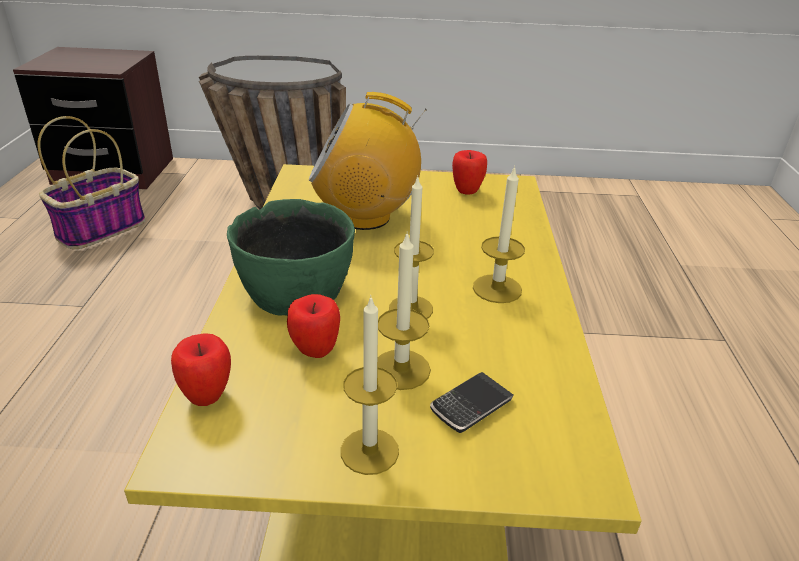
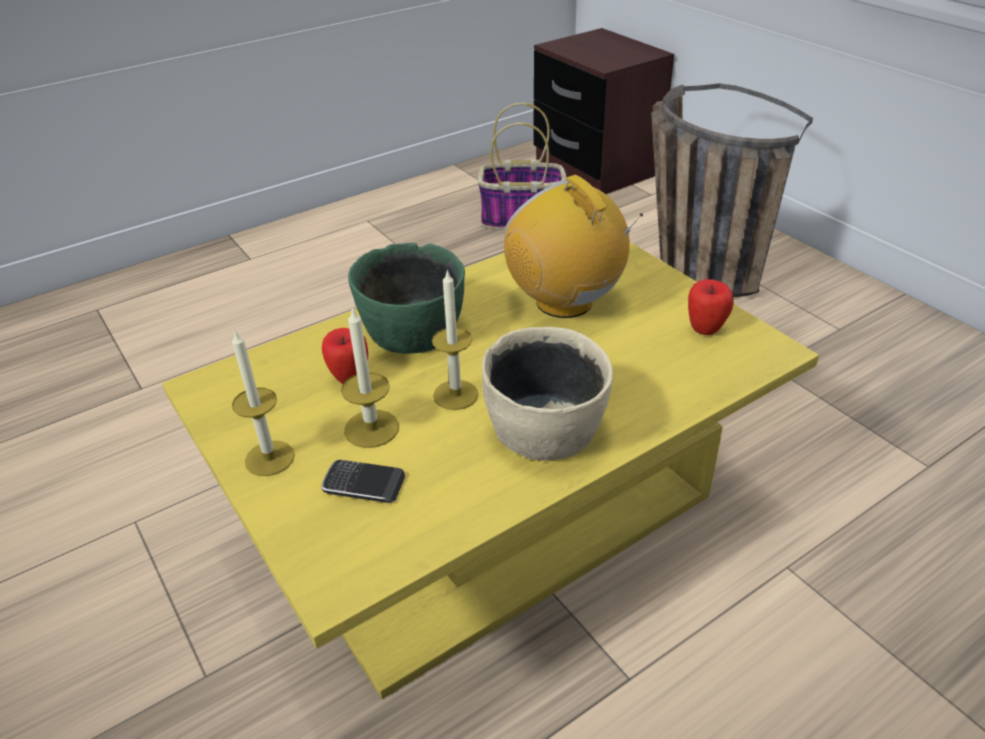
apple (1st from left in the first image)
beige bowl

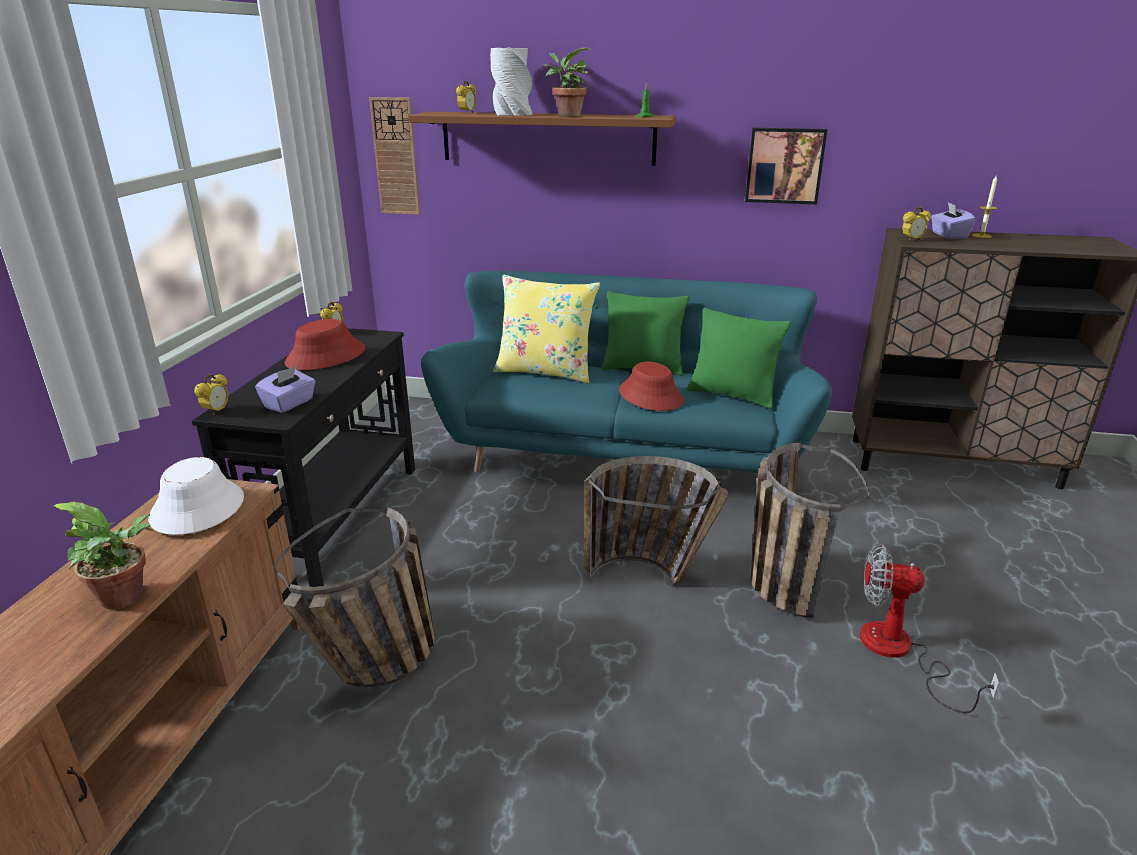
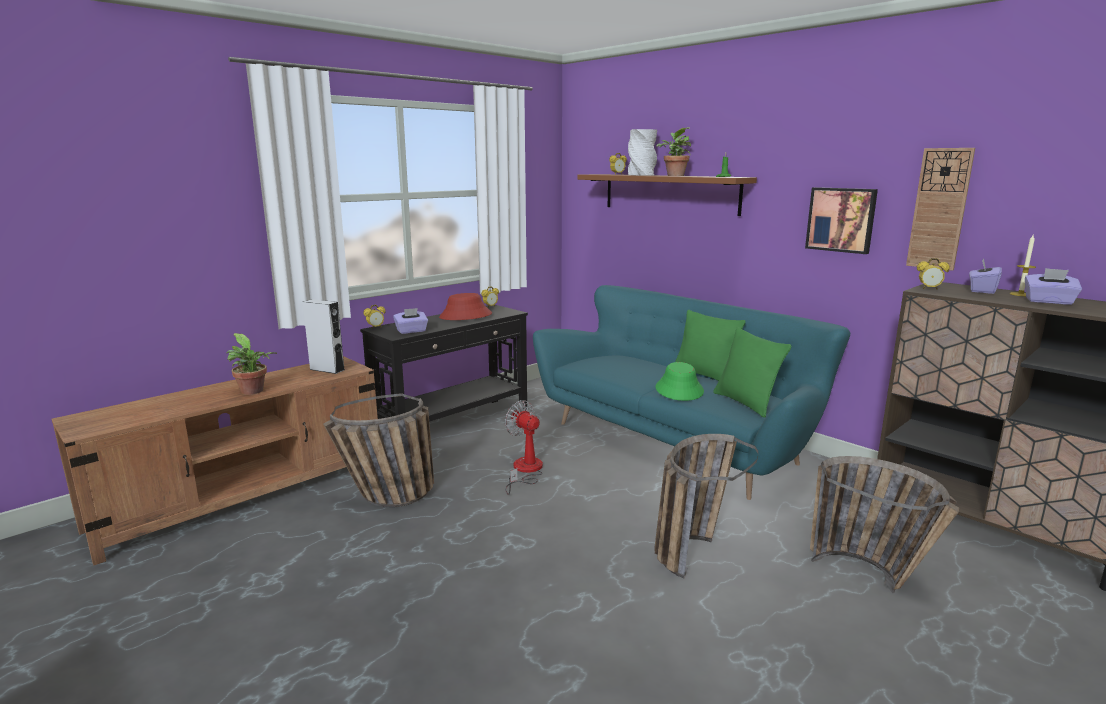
grey speaker
clock on the wall
yellowish throw pillow
storage basket (3rd from left)
green-coloured wearable hat
fan
purple-coloured tissue box (3rd from left)

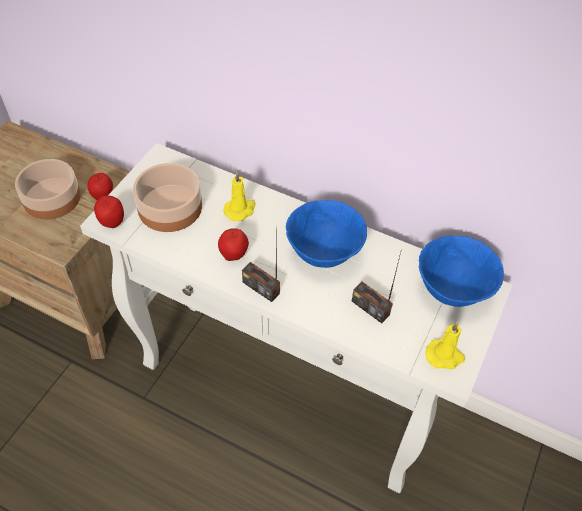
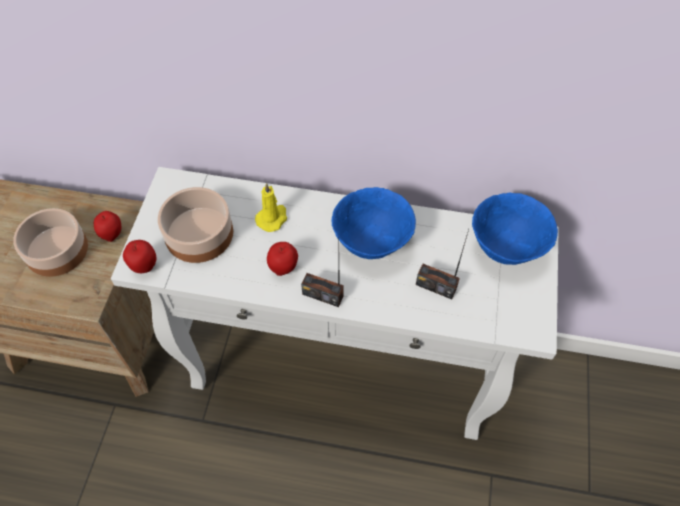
yellowish wax candle (2nd from left in the first image)

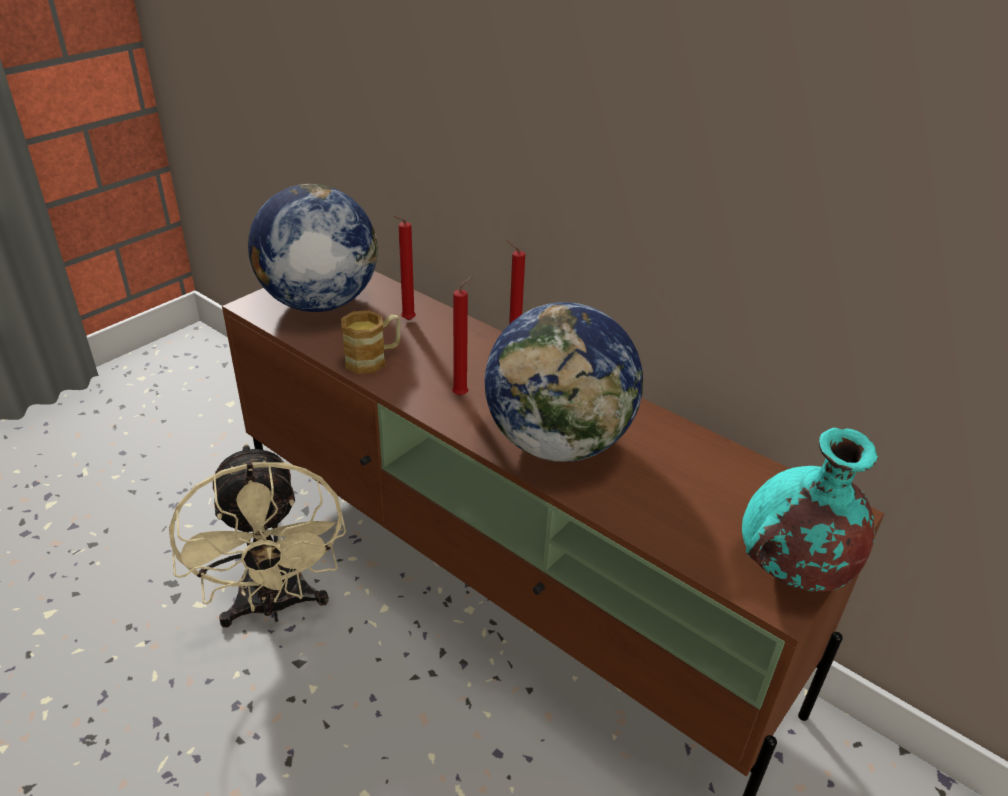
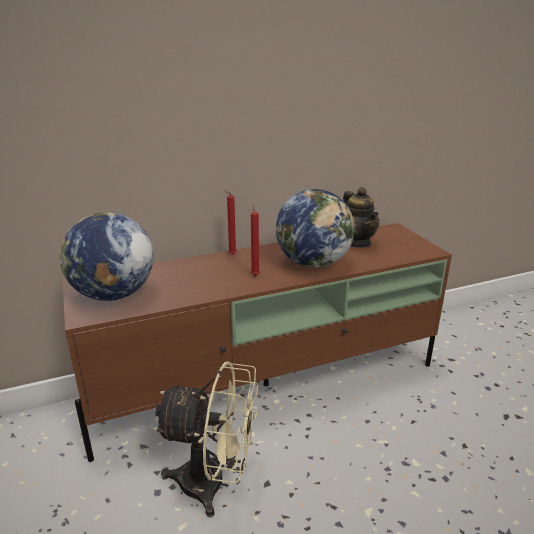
mug
reddish wax candle (1st from left in the first image)
turquoise-coloured decorative vase
teapot

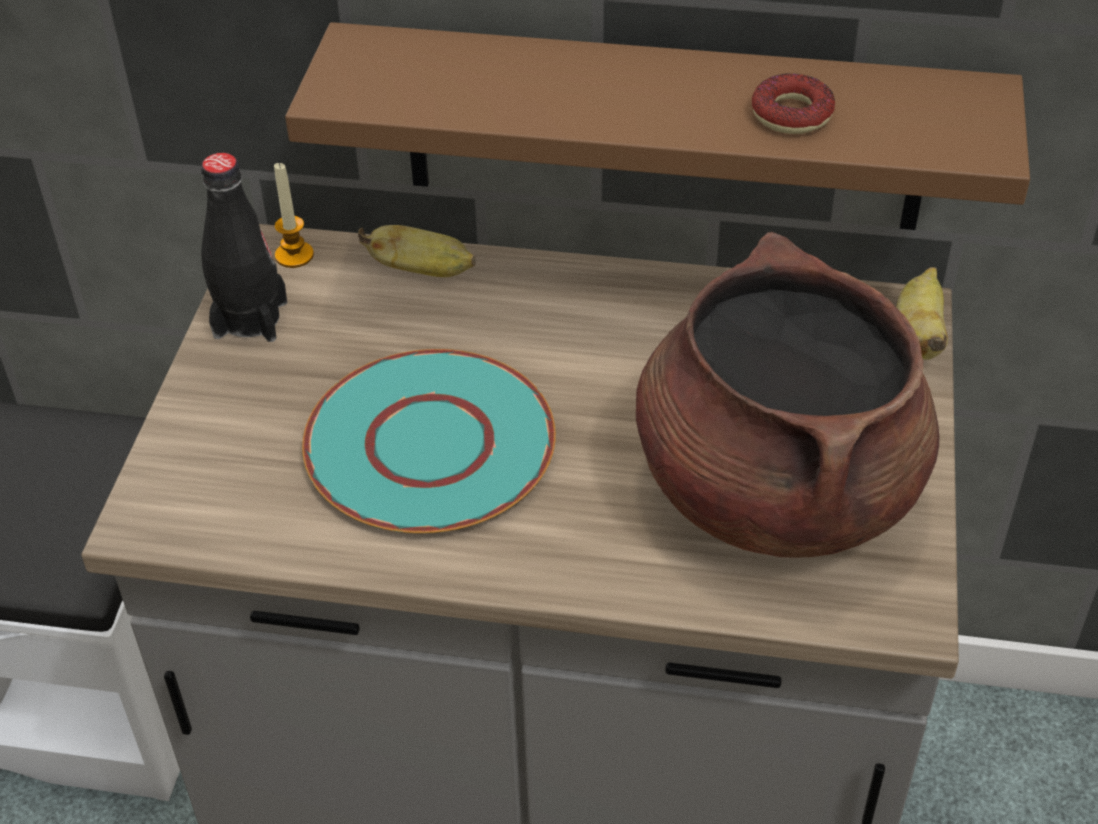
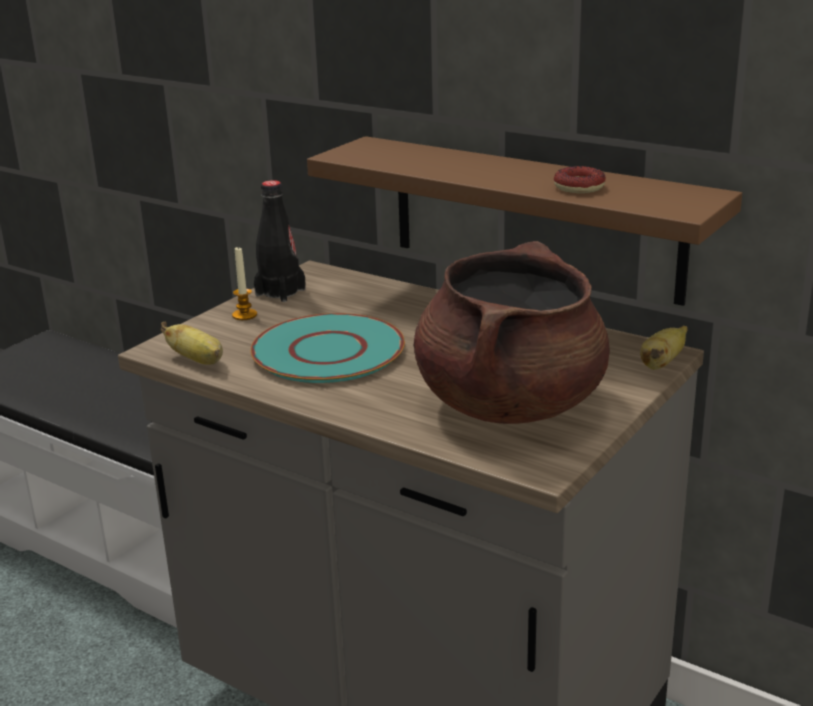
wax candle
banana (1st from left)

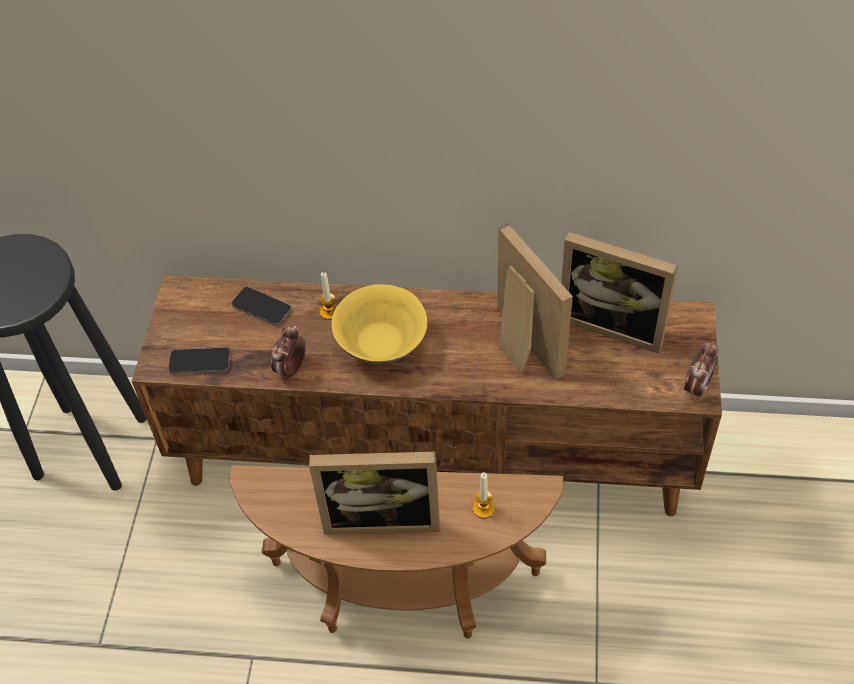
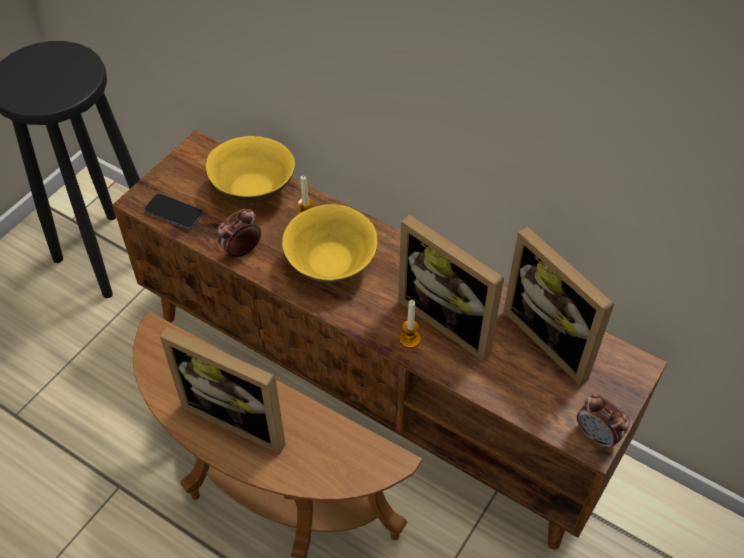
yellowish bowl (1st from left)
wax candle (2nd from left)
picture frame (2nd from left)
bedside clock (2nd from left)

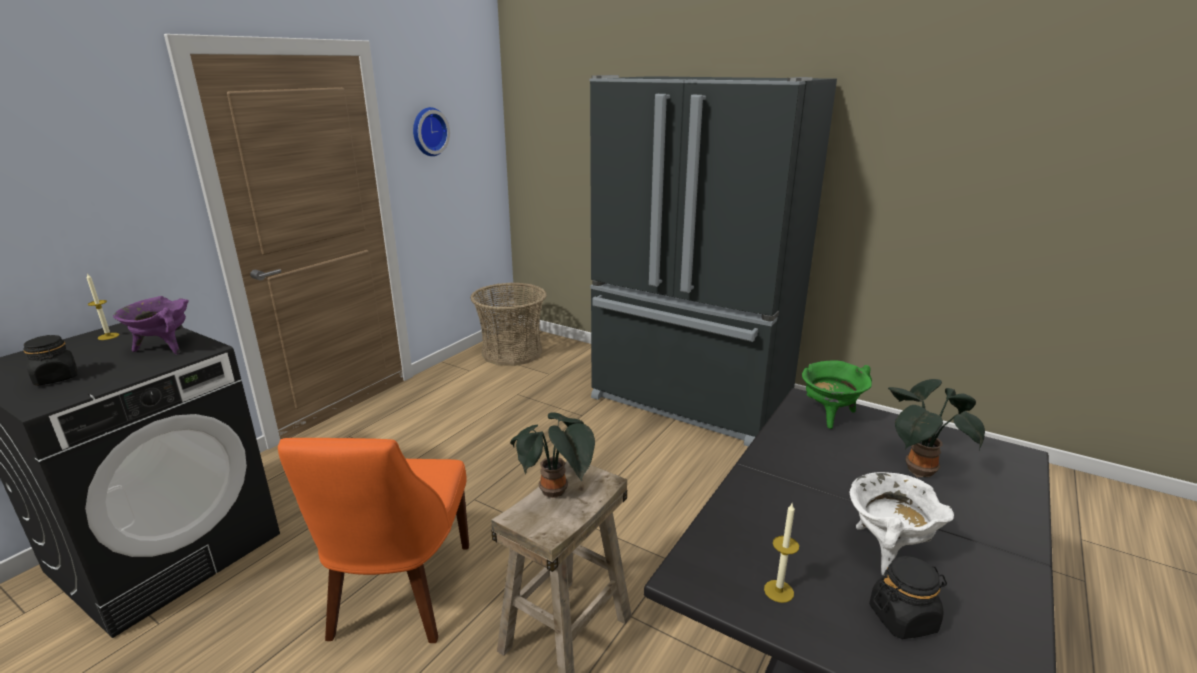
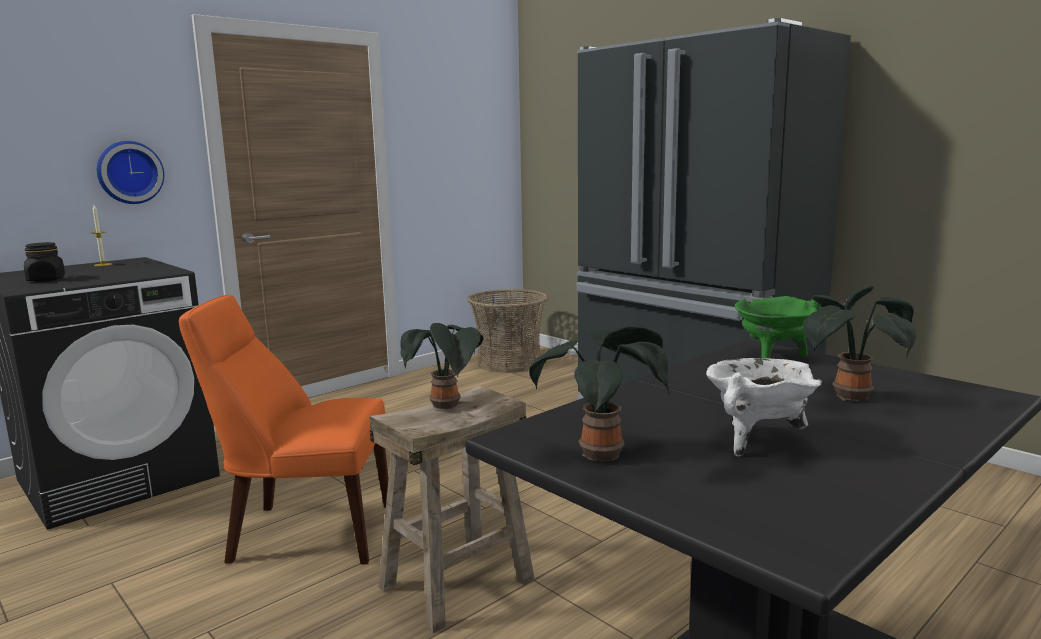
purple-coloured saucepot
orangey chair
clock on the wall
houseplant (2nd from left)
blackish preserve jar (2nd from left in the first image)

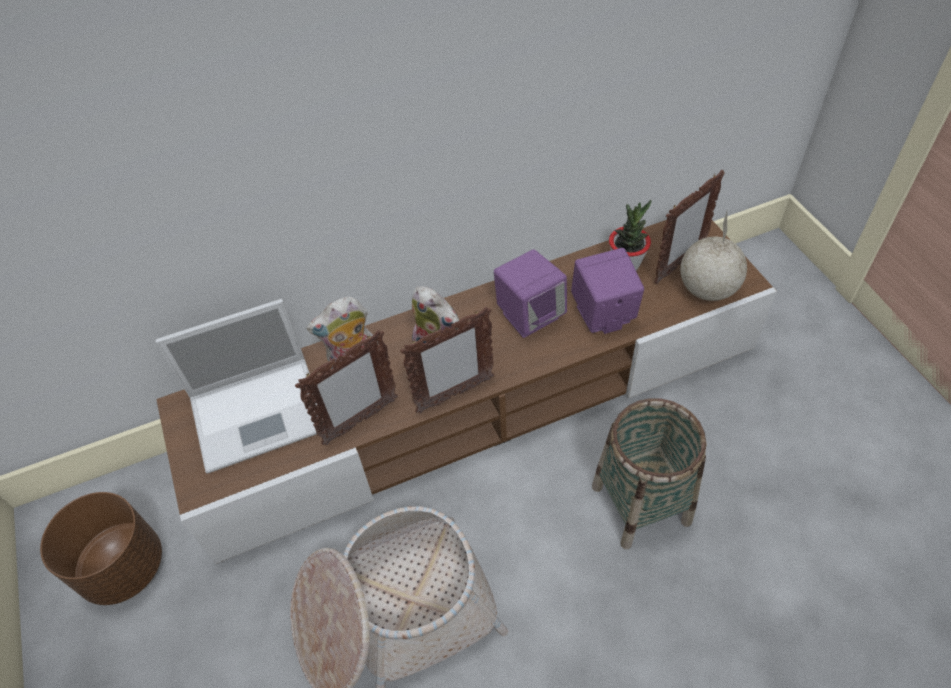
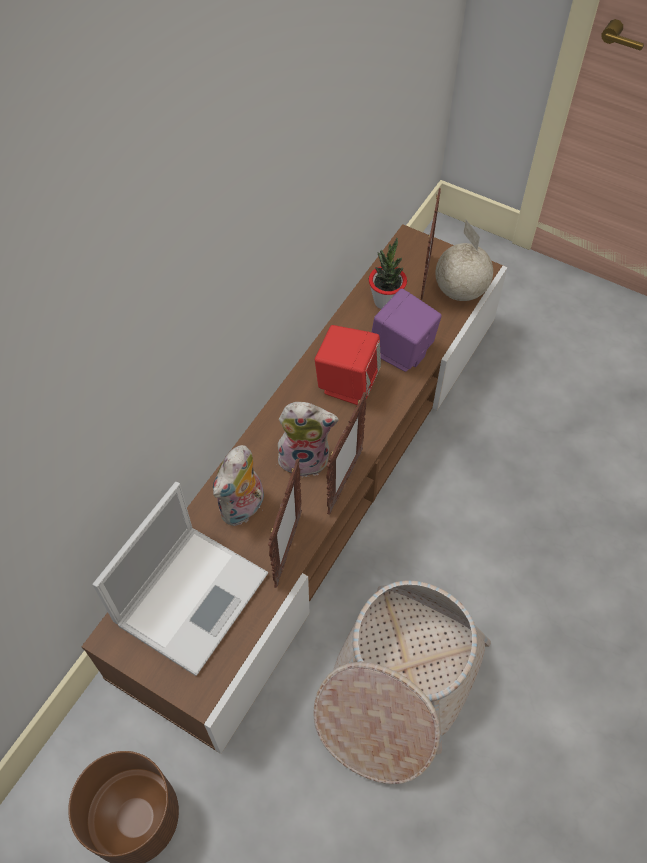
reddish speaker
storage basket (2nd from left in the first image)

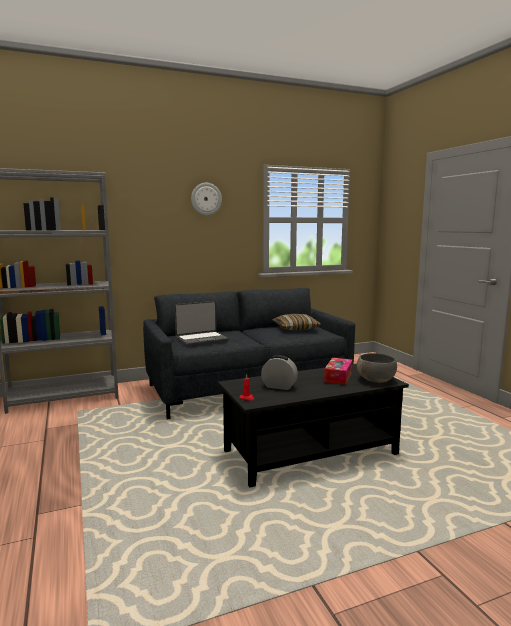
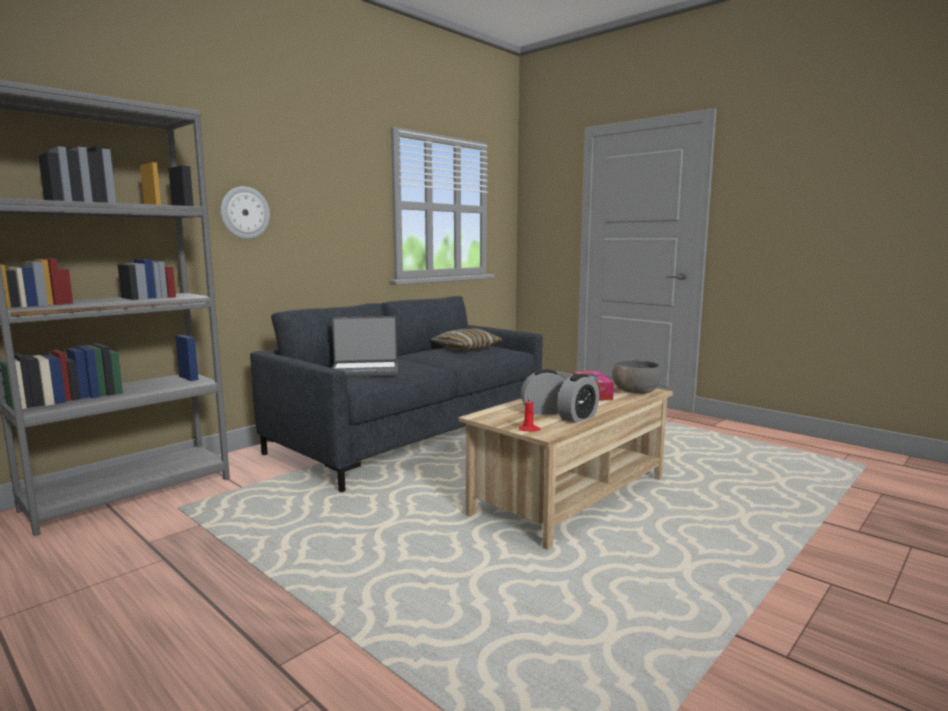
notebook computer
clock on the wall
beige coffee table
bedside clock (2nd from left)

